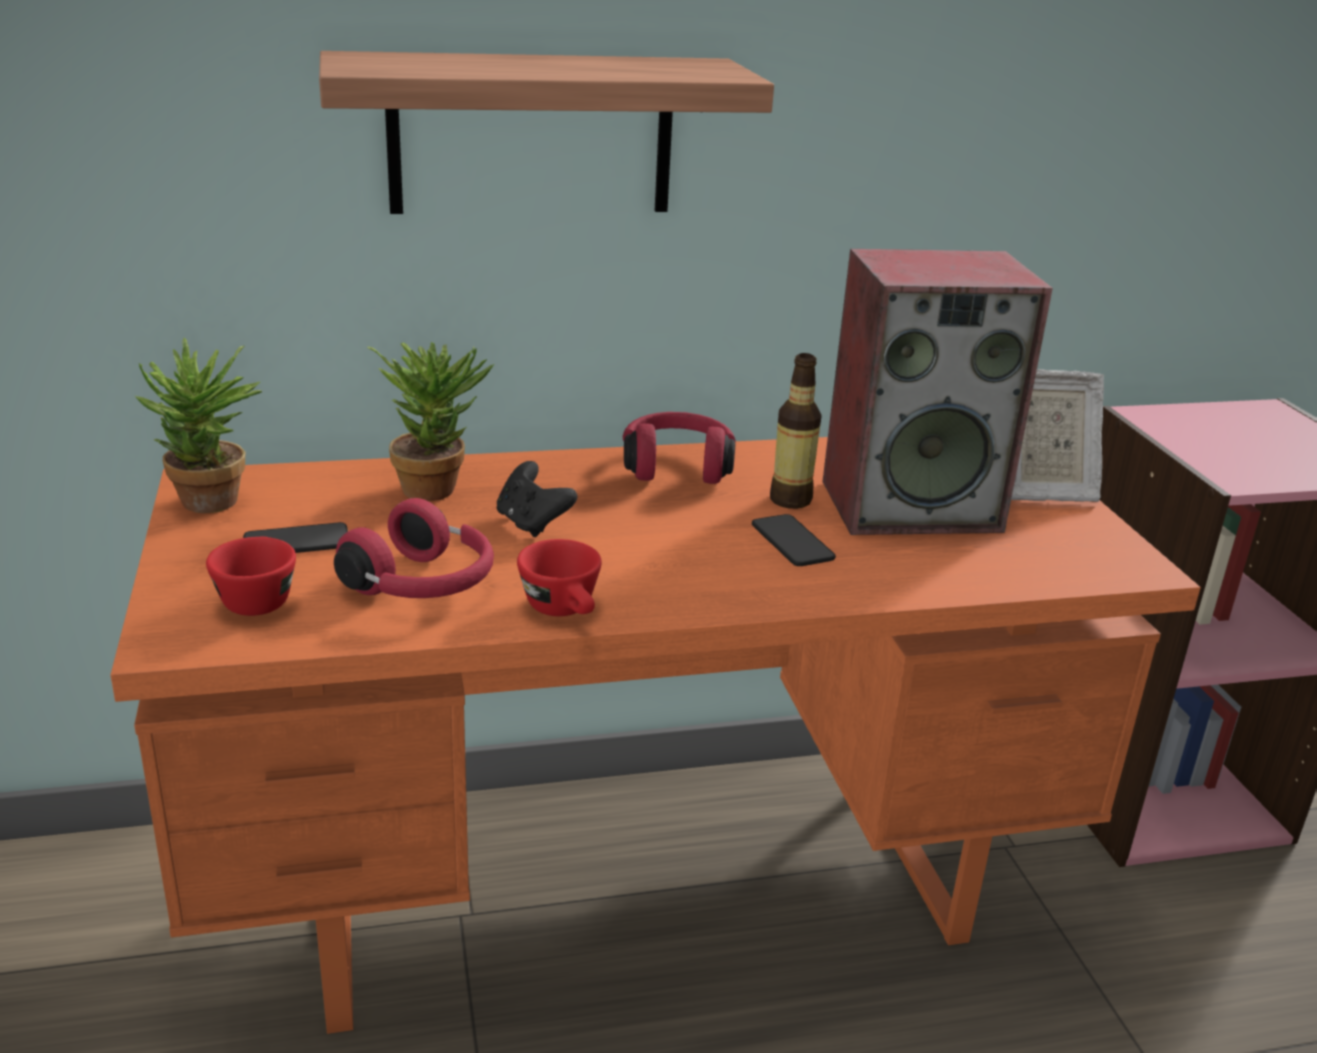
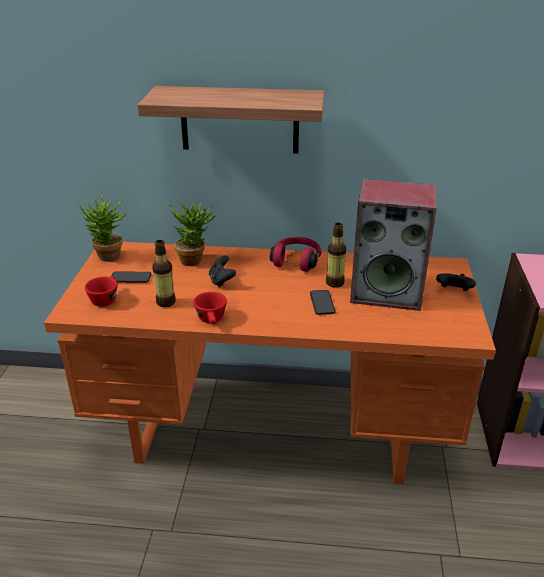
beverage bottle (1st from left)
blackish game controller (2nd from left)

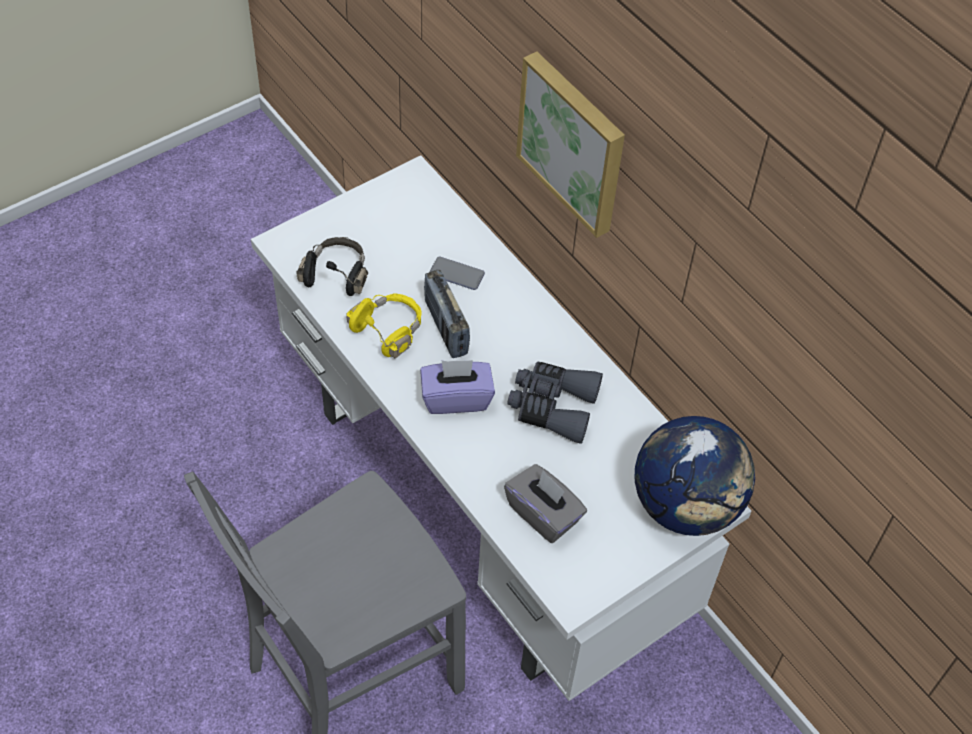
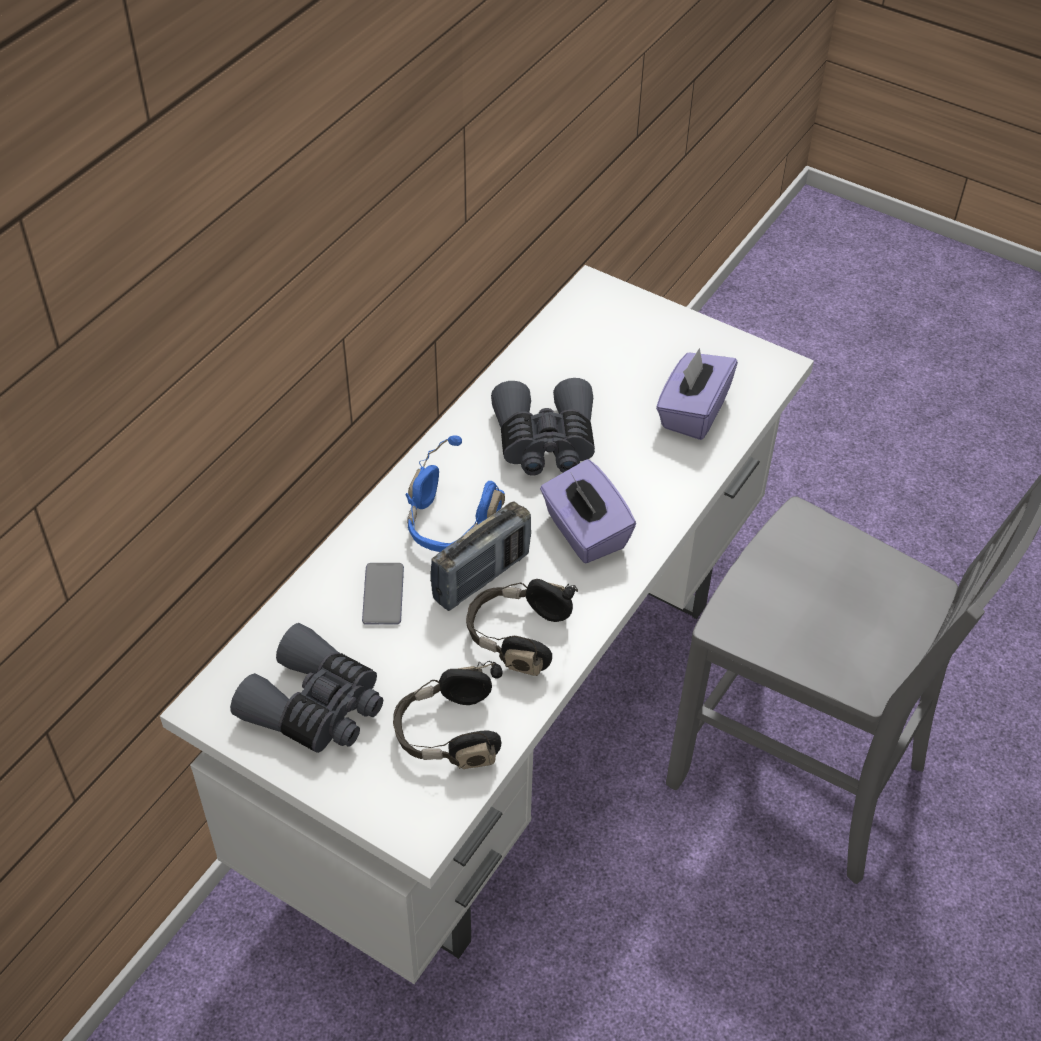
blackish pair of headphones (2nd from left)
purple-coloured tissue box (2nd from left)
wall picture
globe
grey pair of binoculars (1st from left)
blue-coloured pair of headphones

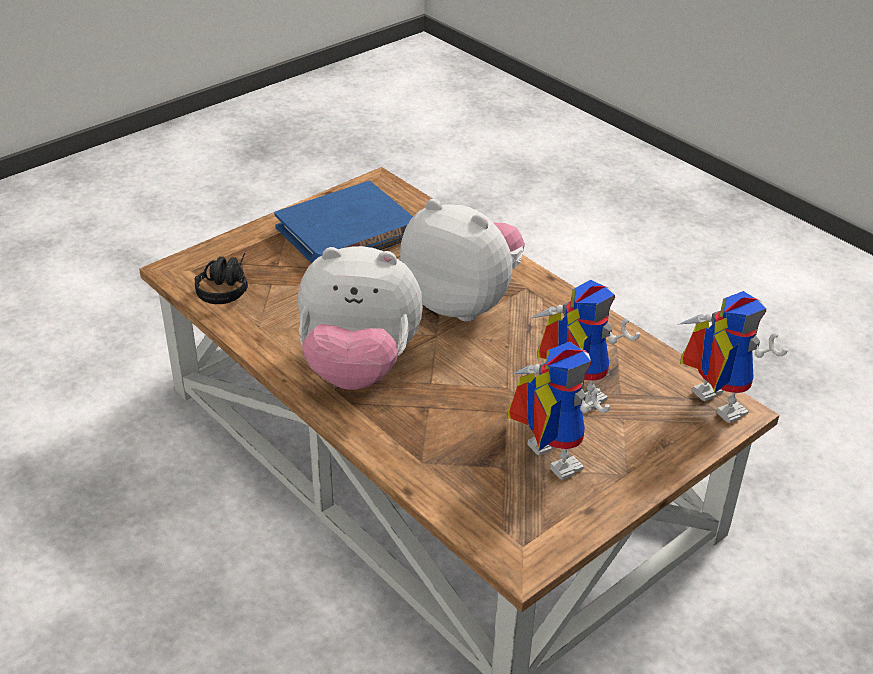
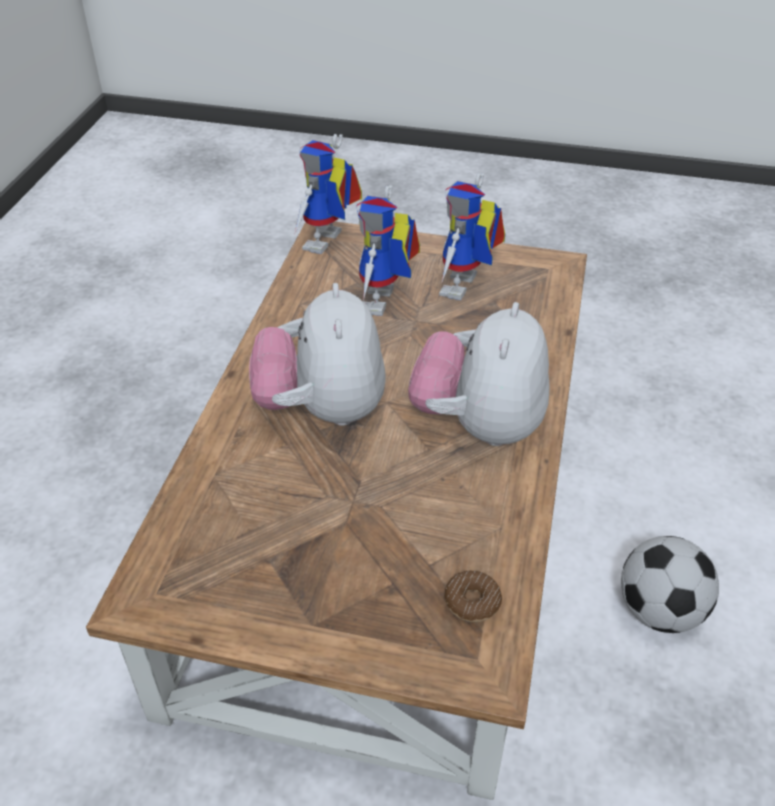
donut
blue-coloured bound book
soft toy (2nd from left)
football

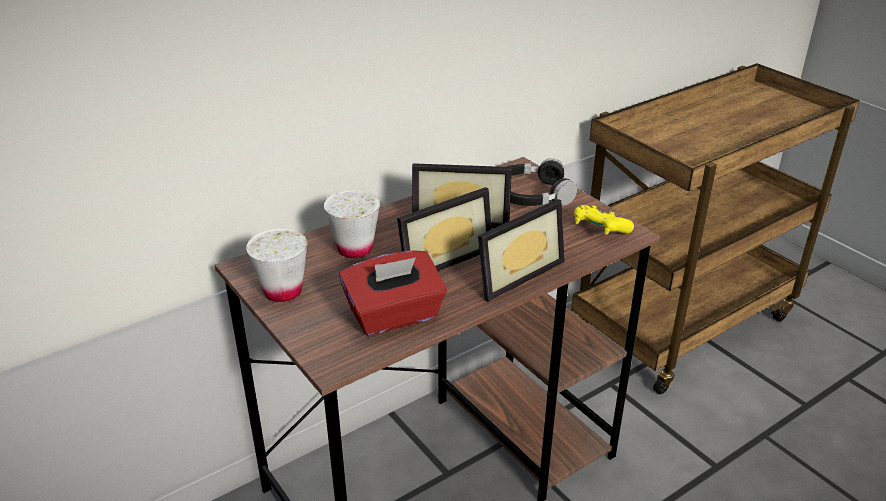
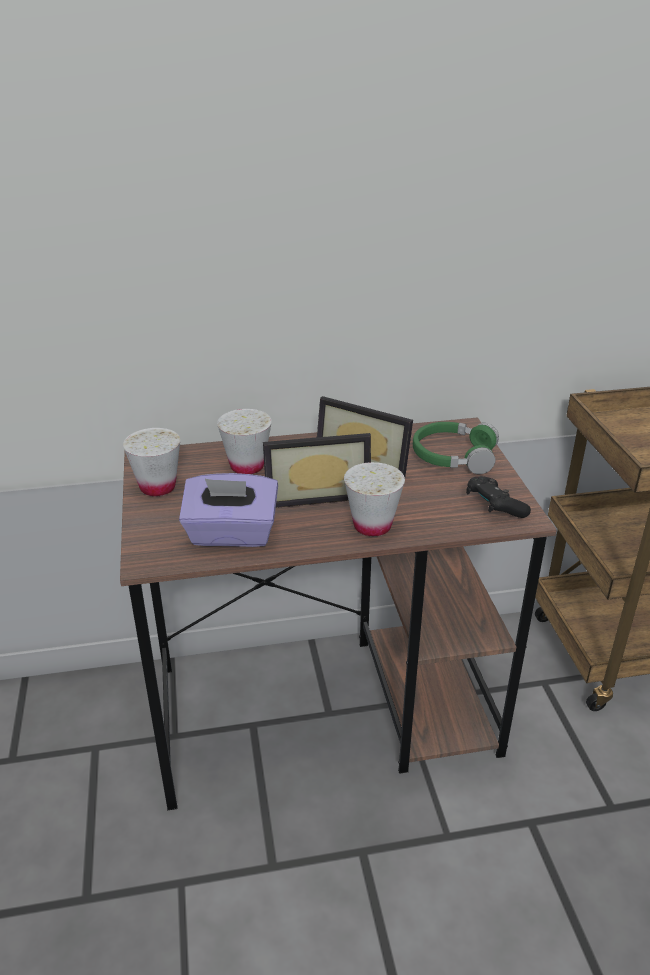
purple-coloured tissue box
white cup (3rd from left)
green-coloured pair of headphones
blackish game controller

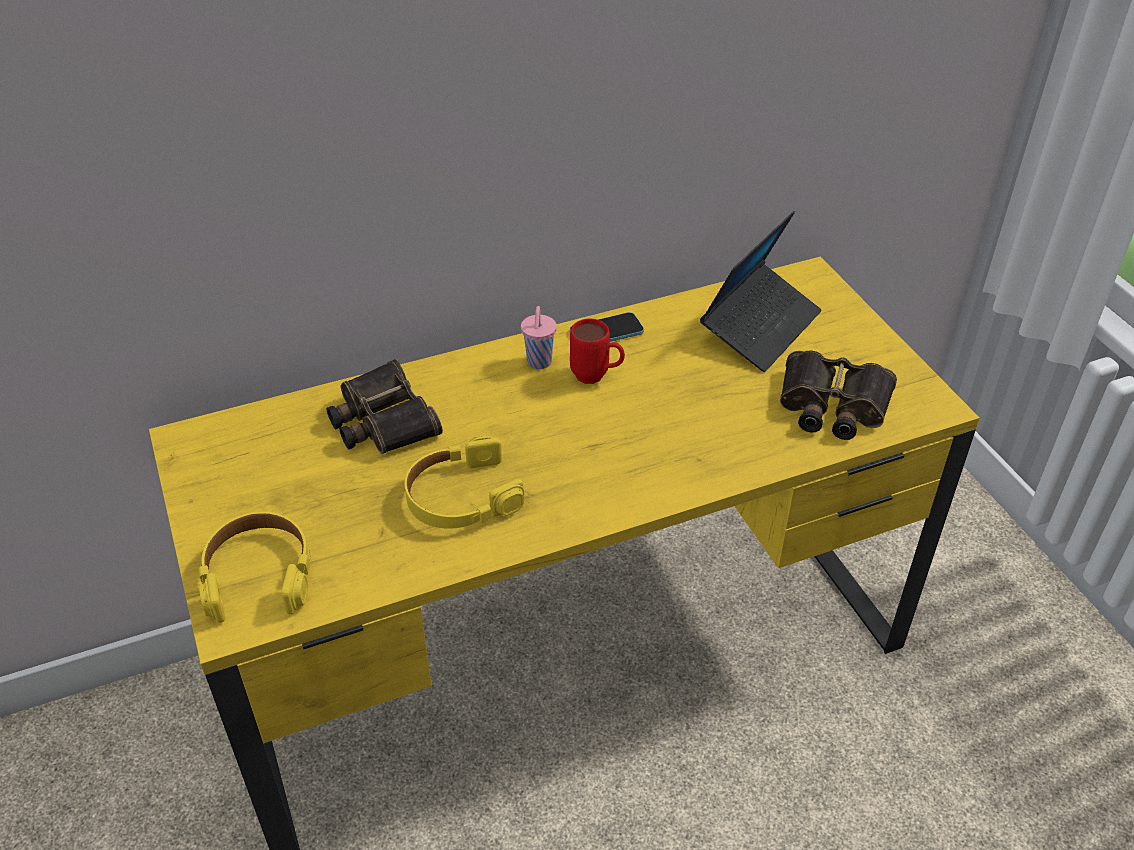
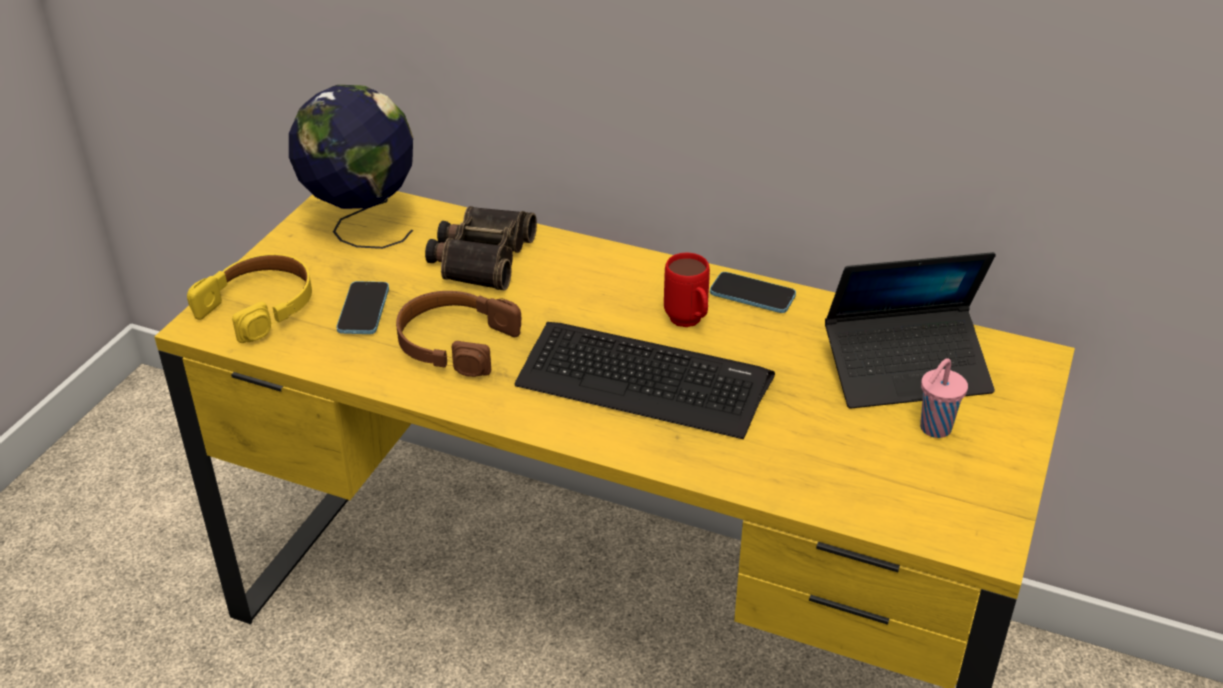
brown-coloured pair of headphones
pink cup
pair of binoculars (2nd from left in the first image)
globe
telephone (1st from left)
computer keyboard

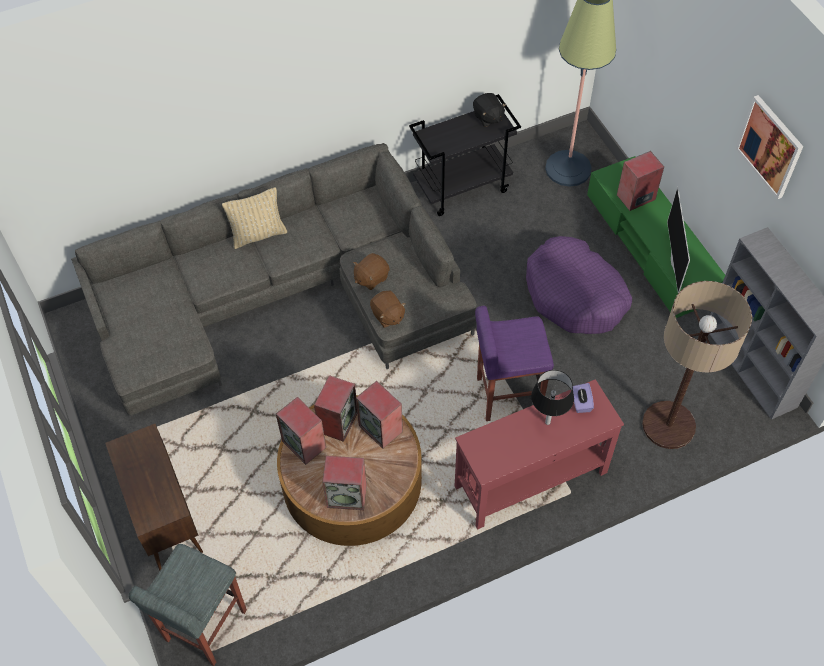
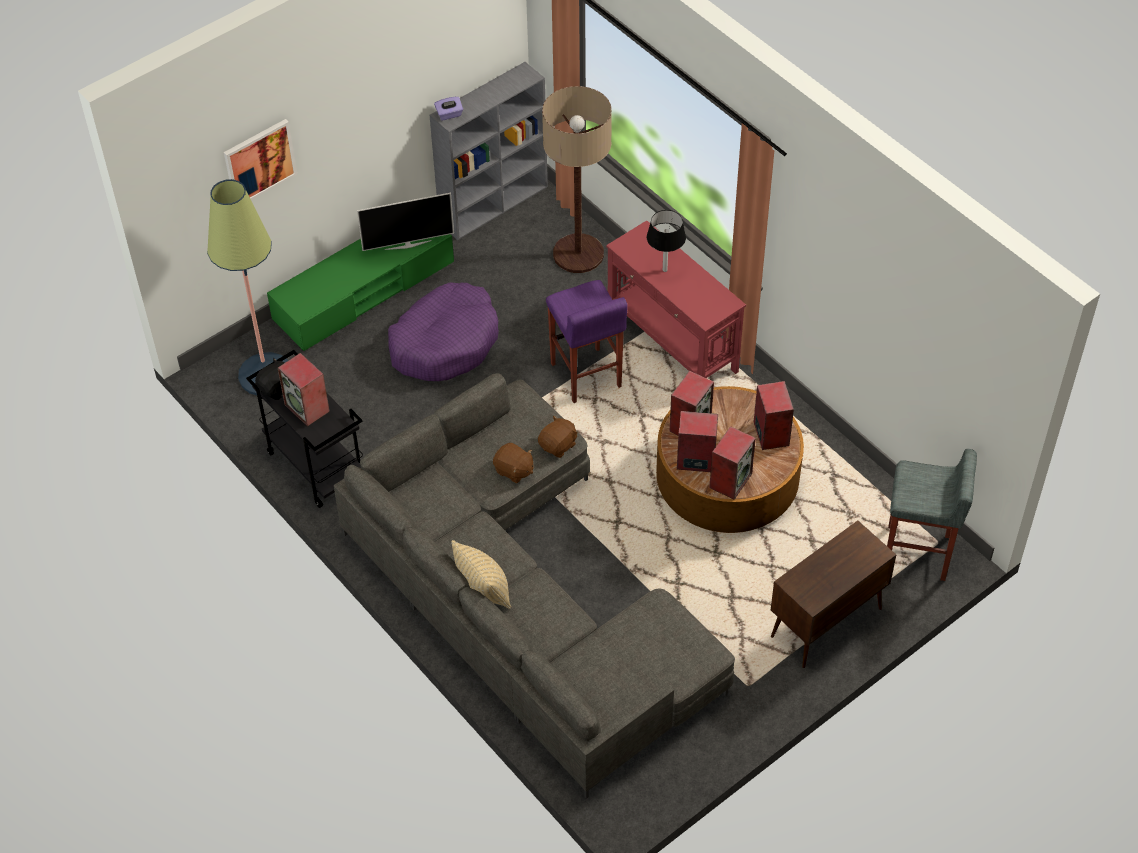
purple-coloured tissue box
speaker (1st from left)
wall picture

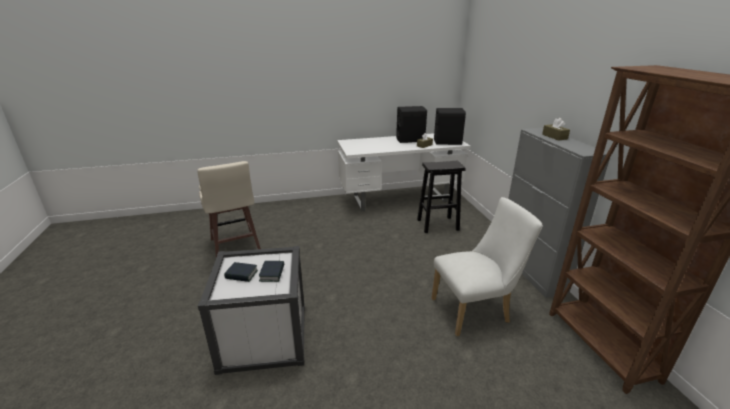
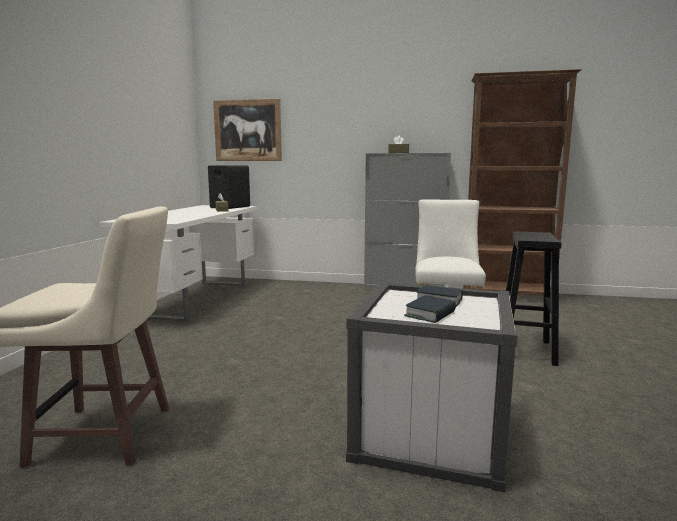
blackish speaker (1st from left in the first image)
blackish sitting stool
wall picture

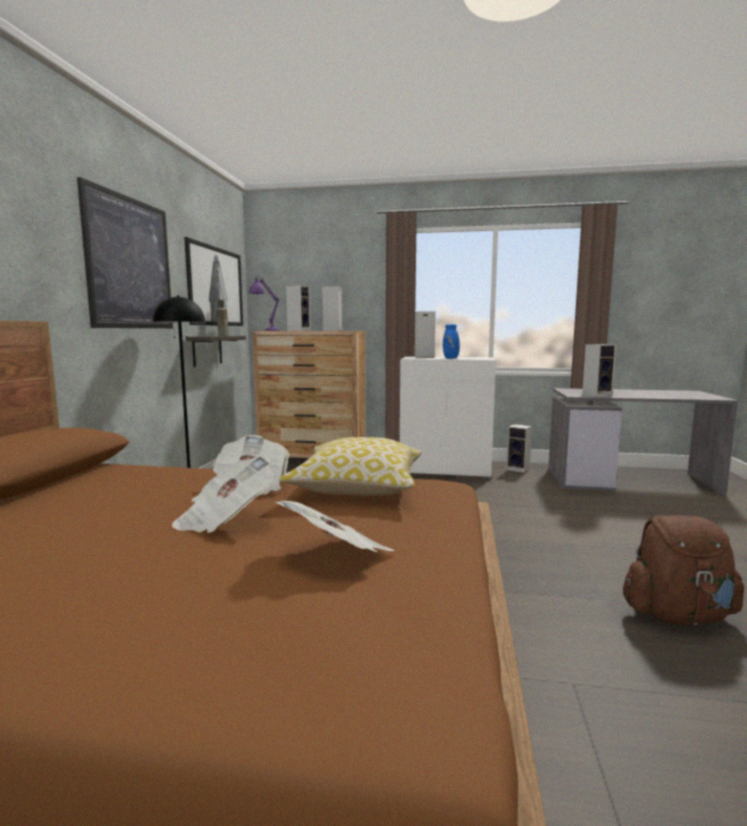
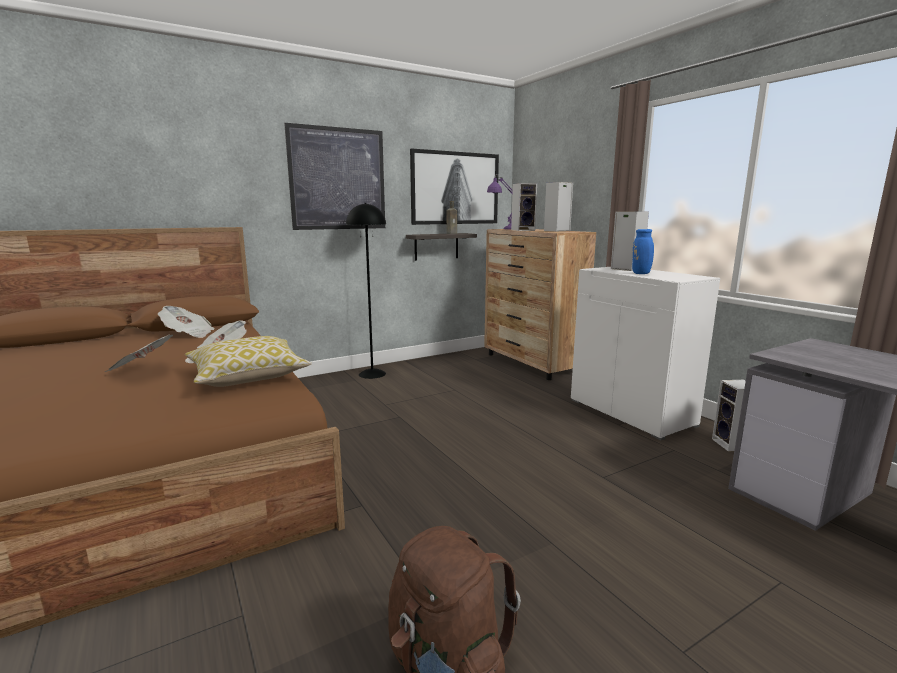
daily paper (2nd from left)
speaker (5th from left in the first image)

